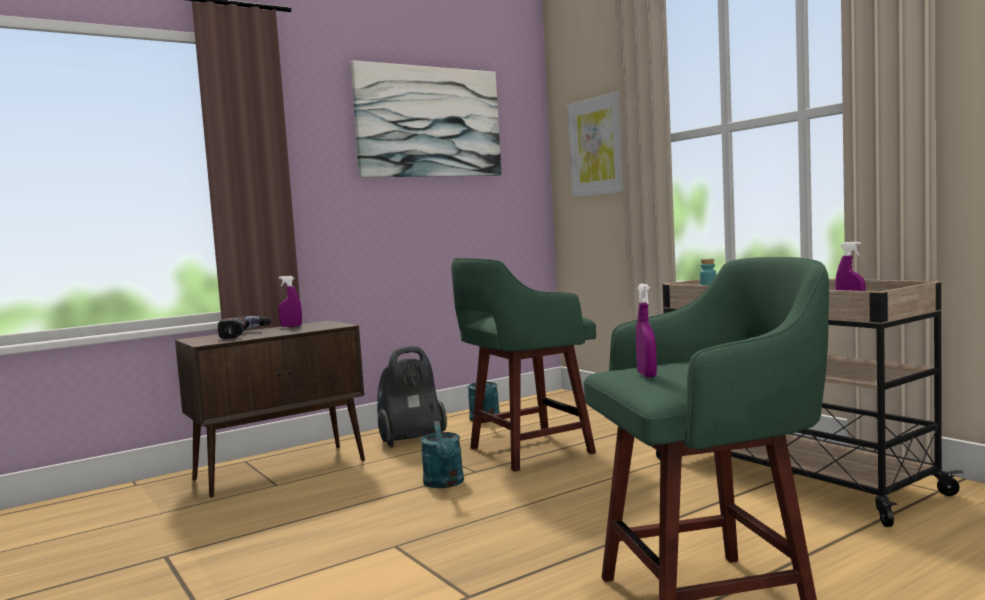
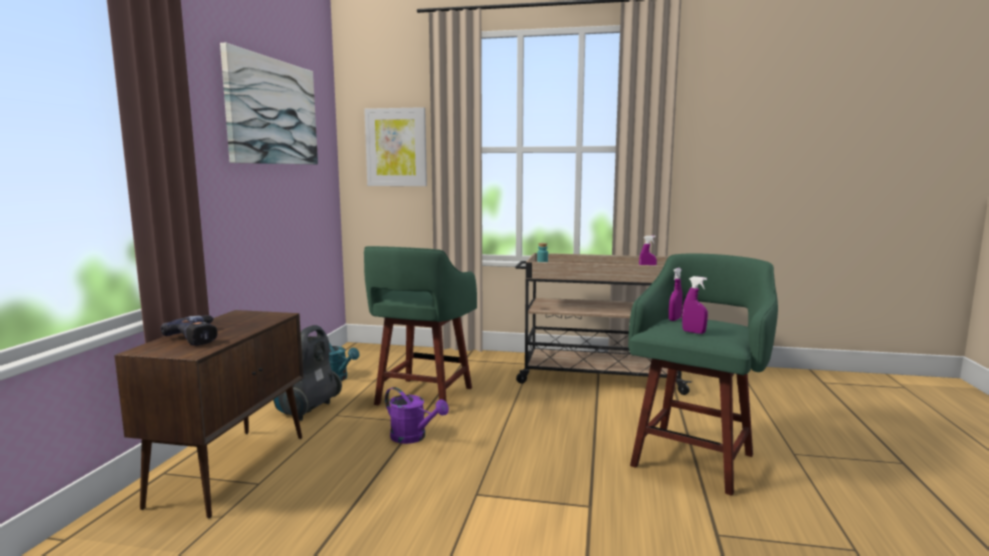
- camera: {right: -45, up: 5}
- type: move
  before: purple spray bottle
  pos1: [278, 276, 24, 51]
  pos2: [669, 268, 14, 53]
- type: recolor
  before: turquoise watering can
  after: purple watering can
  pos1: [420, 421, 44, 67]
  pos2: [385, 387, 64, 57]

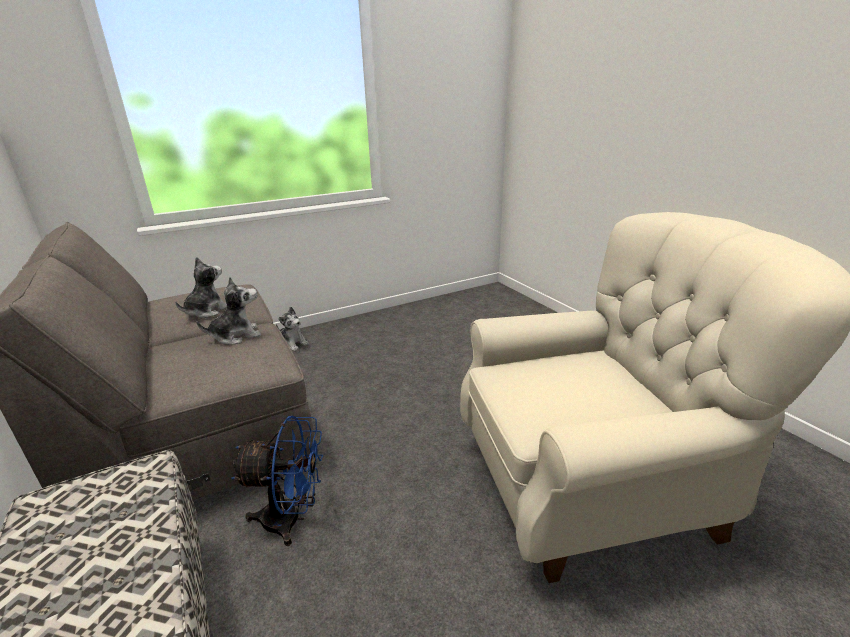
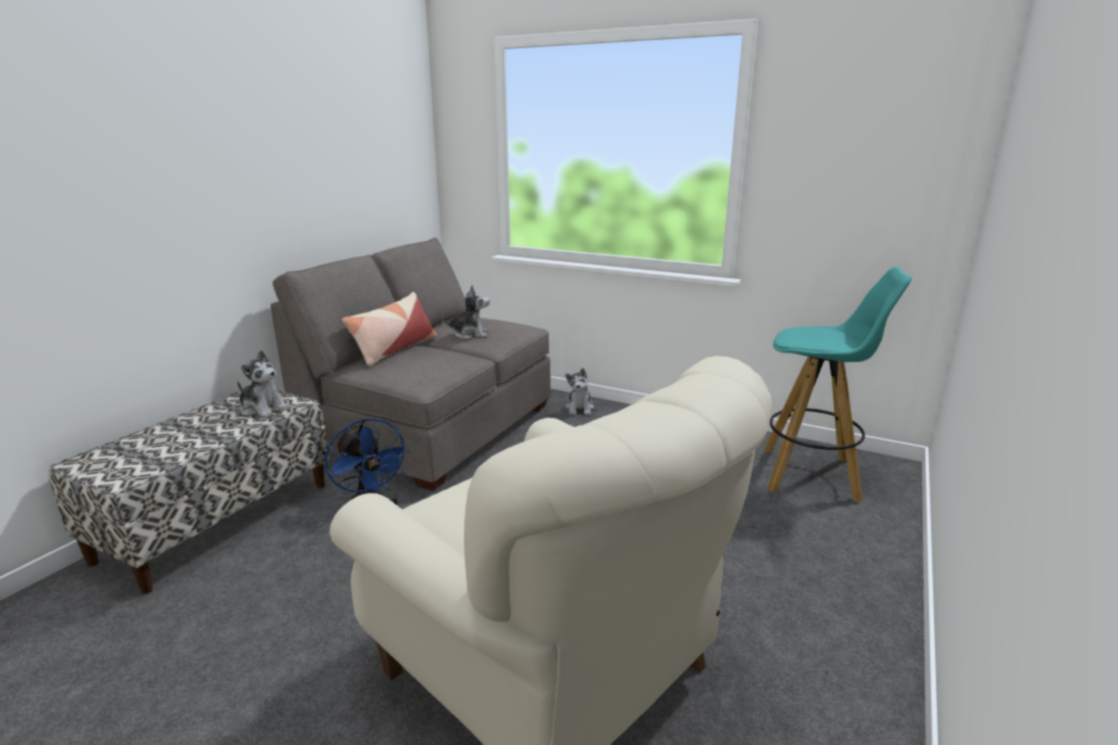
- camera: {right: 55, up: -5}
- type: move
  before: plush toy
  pos1: [197, 277, 64, 68]
  pos2: [237, 350, 52, 68]
- type: insert
  after: pillow
  pos2: [342, 292, 95, 74]
- type: insert
  after: turquoise stool
  pos2: [763, 267, 149, 235]

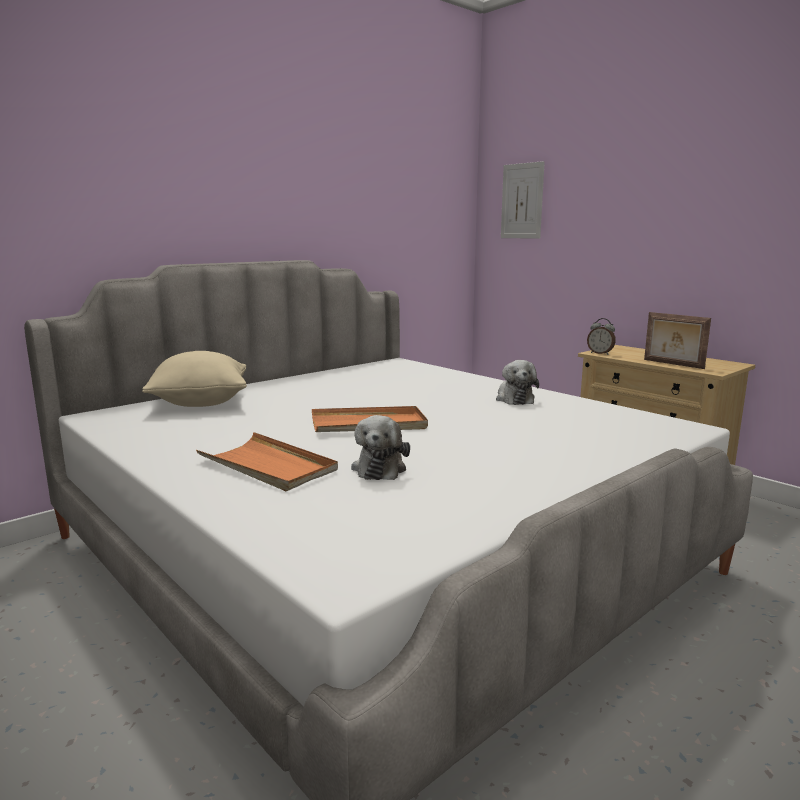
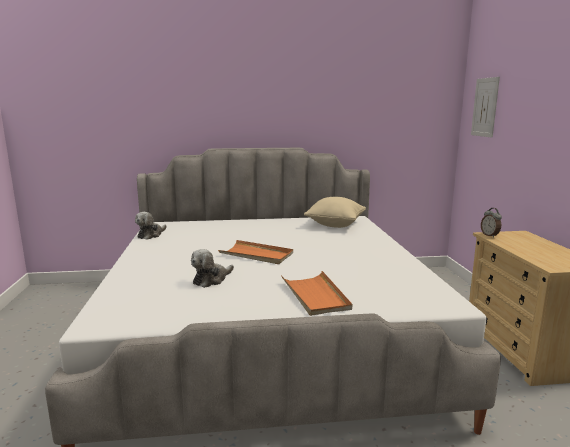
- camera: {right: 35, up: 0}
- type: move
  before: beige pillow
  pos1: [142, 351, 105, 56]
  pos2: [304, 197, 62, 31]
- type: move
  before: orange tray
  pos1: [196, 432, 142, 59]
  pos2: [281, 271, 71, 45]
- type: move
  before: plush toy
  pos1: [496, 360, 43, 45]
  pos2: [135, 212, 32, 28]
- type: delete
  before: picture frame
  pos1: [644, 312, 67, 57]

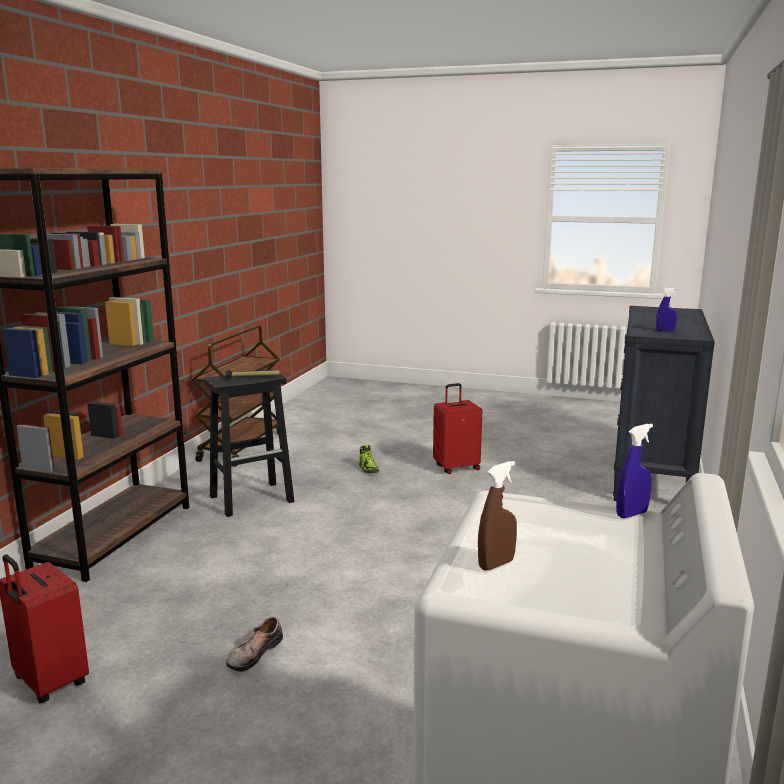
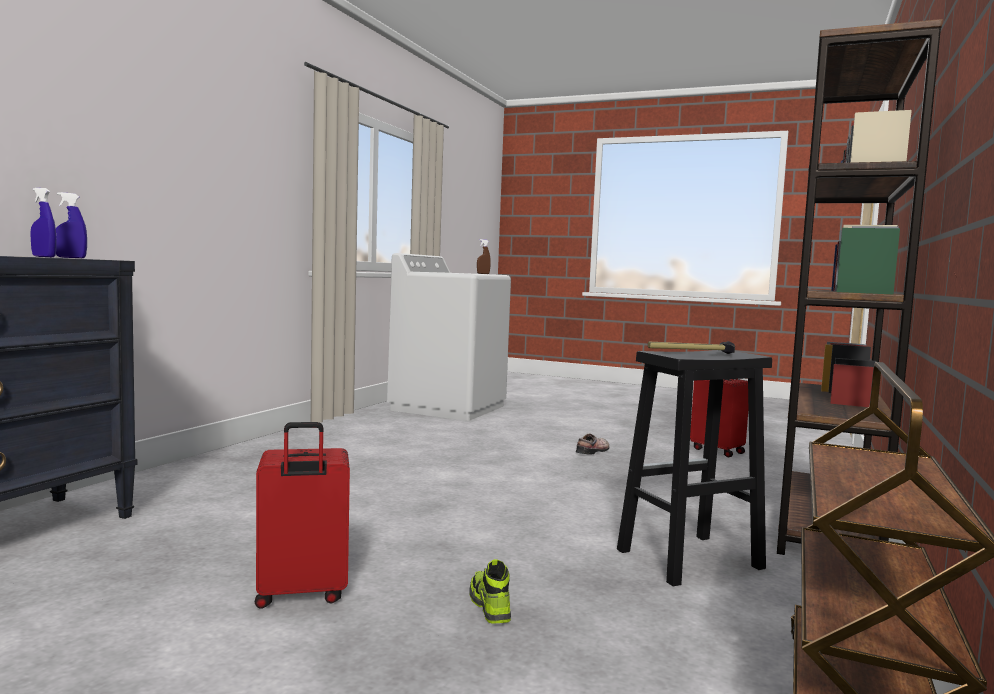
- camera: {right: -175, up: -10}
- type: move
  before: blue spray bottle
  pos1: [616, 424, 37, 94]
  pos2: [56, 192, 31, 66]

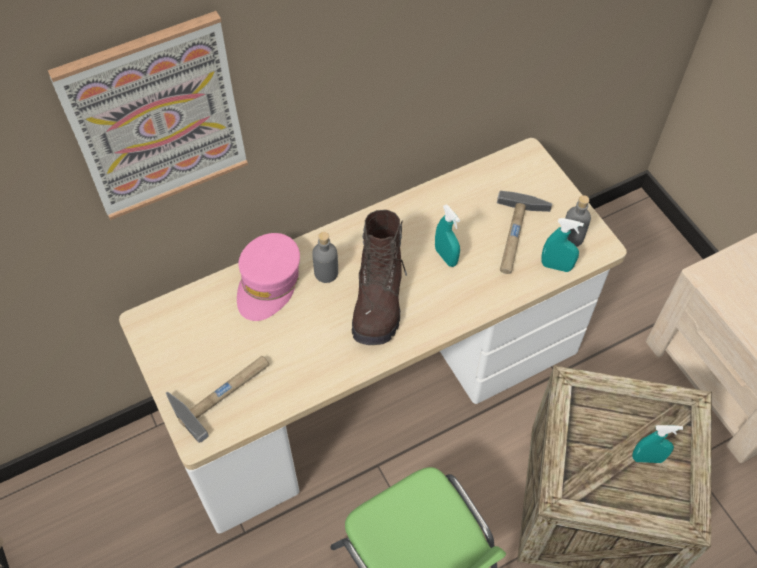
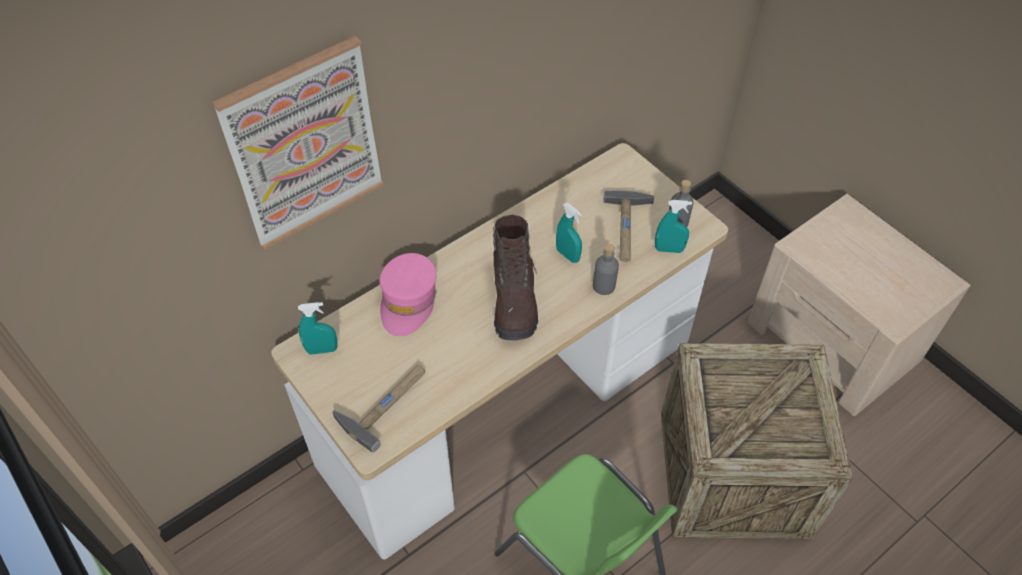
- camera: {right: -10, up: -5}
- type: move
  before: grey bottle
  pos1: [312, 232, 26, 51]
  pos2: [593, 244, 26, 51]
- type: move
  before: turquoise spray bottle
  pos1: [632, 425, 51, 38]
  pos2: [298, 302, 40, 52]

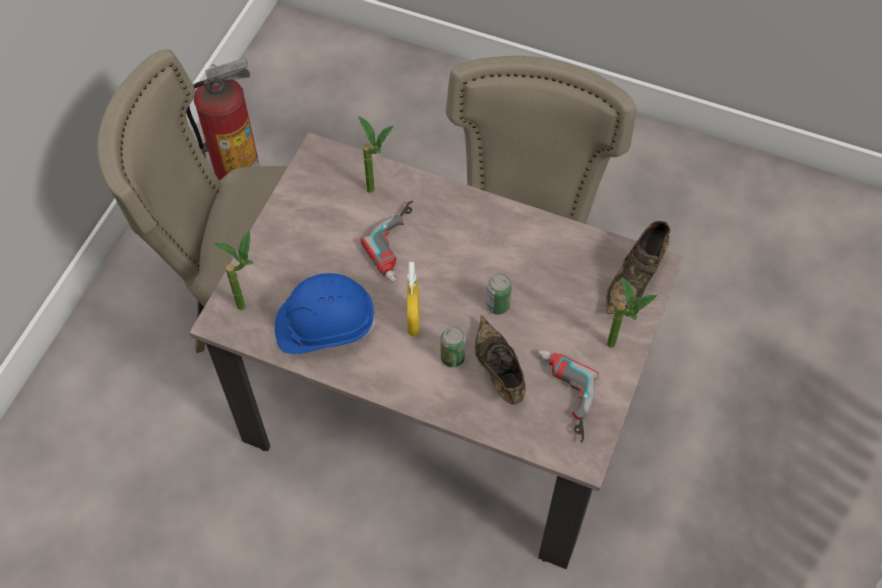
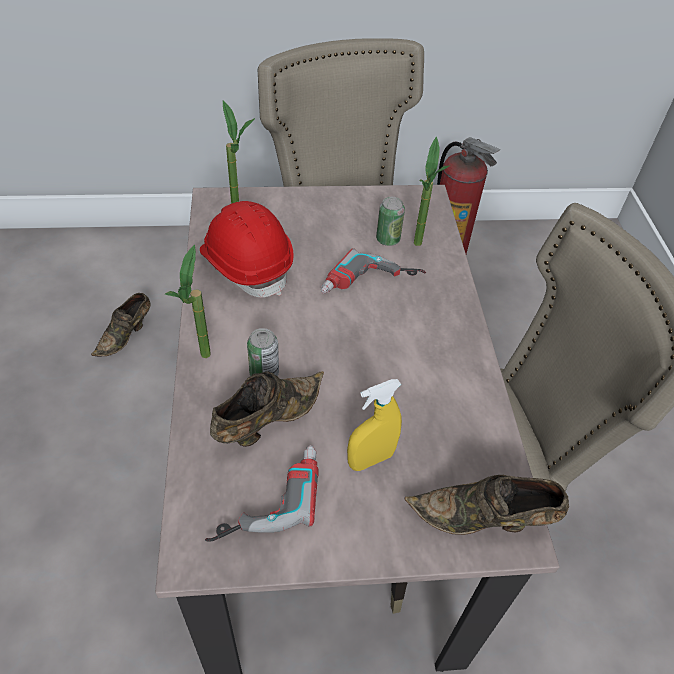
- camera: {right: 60, up: -10}
- type: recolor
  before: blue hard hat
  after: red hard hat
  pos1: [275, 273, 101, 81]
  pos2: [200, 201, 94, 96]
- type: move
  before: yellow spray bottle
  pos1: [407, 262, 12, 74]
  pos2: [347, 379, 55, 92]
- type: move
  before: can
  pos1: [486, 273, 26, 42]
  pos2: [376, 197, 29, 49]
- type: move
  before: potted plant
  pos1: [607, 277, 51, 71]
  pos2: [165, 245, 46, 113]
- type: insert
  after: brown shoe
  pos2: [91, 293, 60, 63]

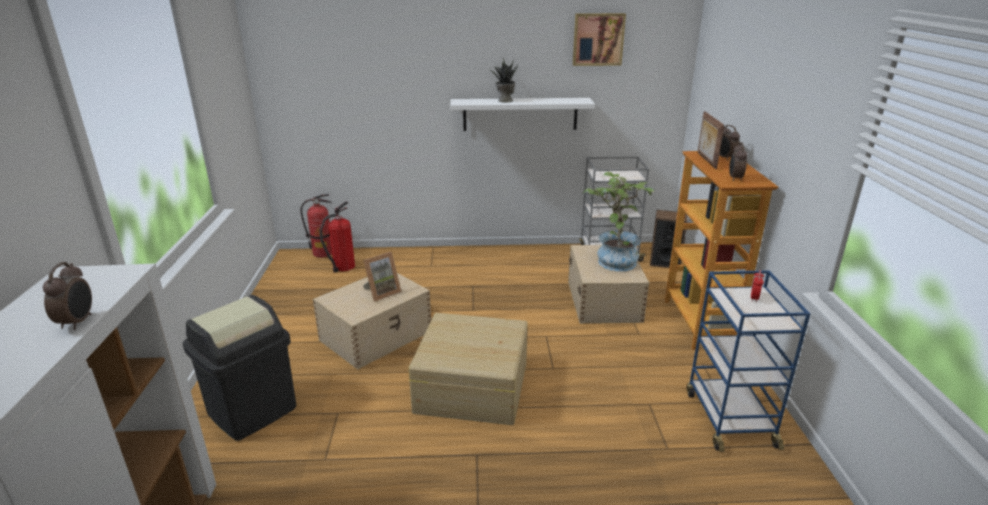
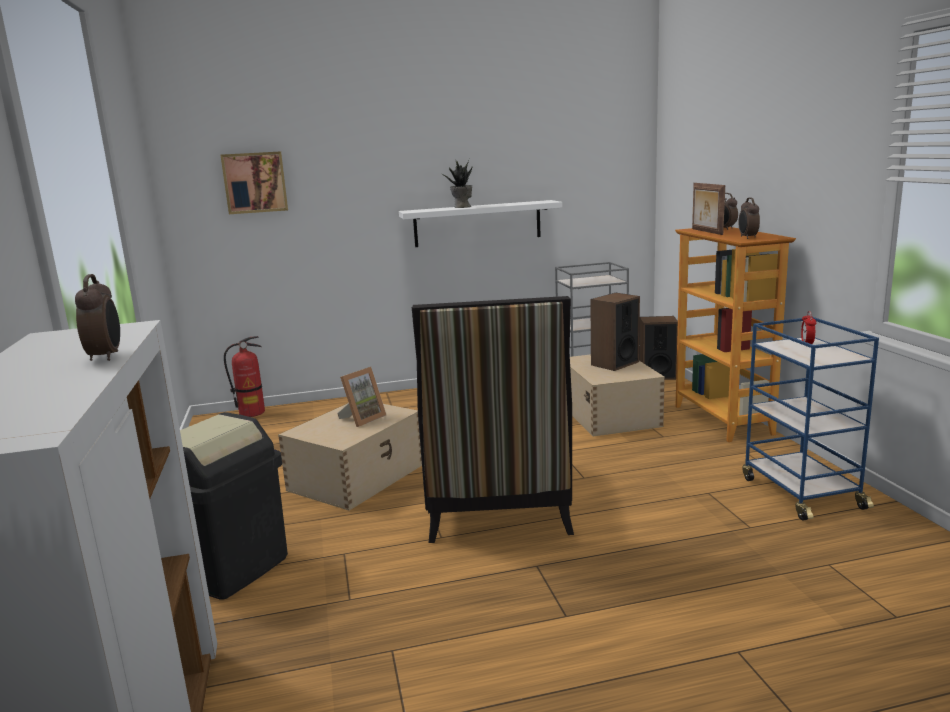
- camera: {right: -10, up: -10}
- type: delete
  before: fire extinguisher
  pos1: [319, 202, 36, 71]
- type: replace
  before: beige storage box
  after: chair
  pos1: [409, 313, 119, 112]
  pos2: [412, 296, 162, 247]
- type: move
  before: picture
  pos1: [573, 13, 53, 53]
  pos2: [221, 151, 67, 63]
- type: replace
  before: potted plant
  after: speaker
  pos1: [583, 172, 71, 99]
  pos2: [590, 293, 50, 78]

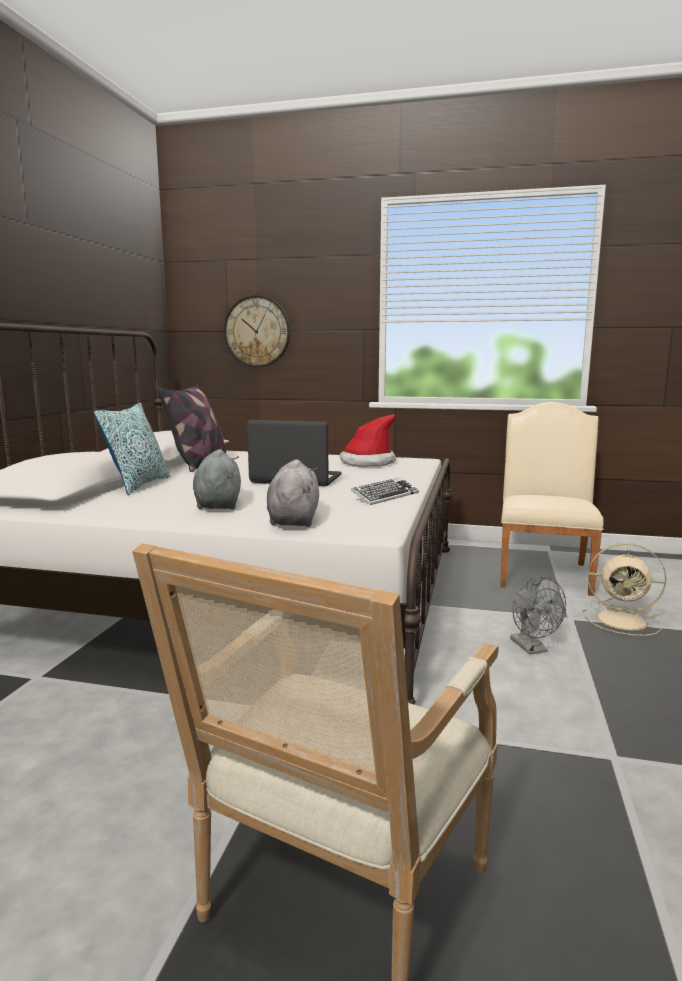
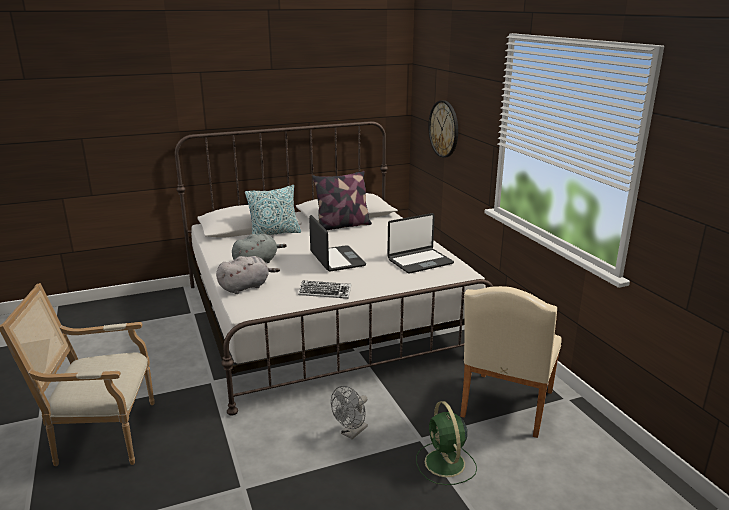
- camera: {right: 55, up: 10}
- type: replace
  before: hat
  after: laptop
  pos1: [339, 414, 57, 53]
  pos2: [387, 213, 67, 60]
- type: rotate
  before: beige chair
  pos1: [500, 402, 104, 194]
  pos2: [460, 286, 102, 152]
  turn: 135
- type: recolor
  before: beige fan
  after: green fan
  pos1: [582, 543, 85, 93]
  pos2: [416, 401, 61, 84]

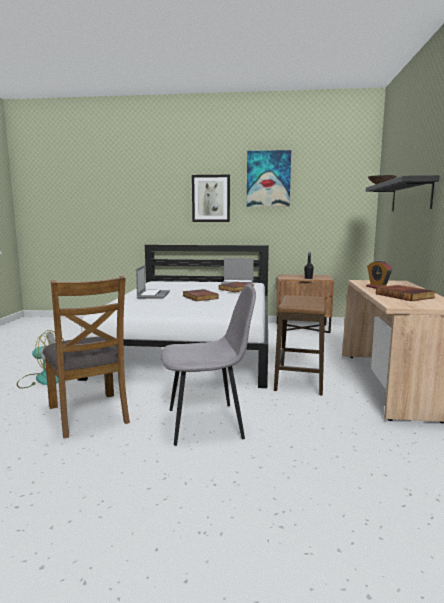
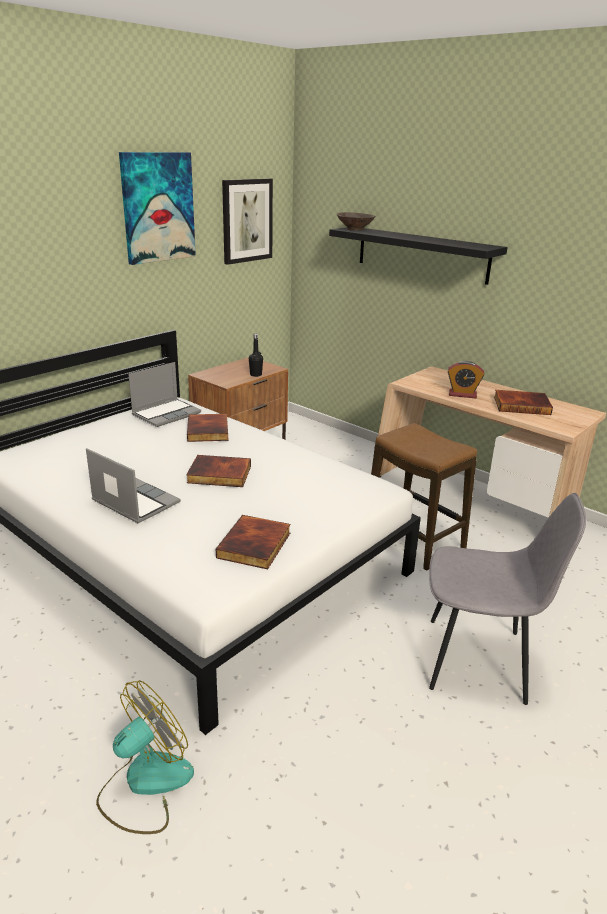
- camera: {right: -55, up: 15}
- type: delete
  before: brown chair
  pos1: [43, 276, 87, 163]
- type: rotate
  before: grey chair
  pos1: [161, 284, 95, 162]
  pos2: [429, 493, 157, 212]
  turn: 75
- type: move
  before: picture
  pos1: [192, 175, 38, 47]
  pos2: [222, 178, 51, 87]
- type: insert
  after: book
  pos2: [216, 515, 74, 54]

